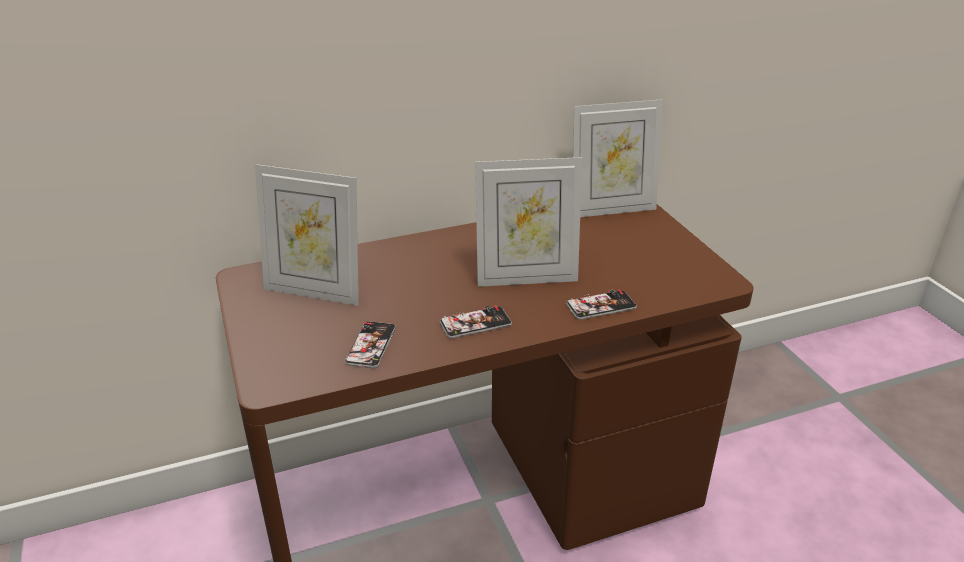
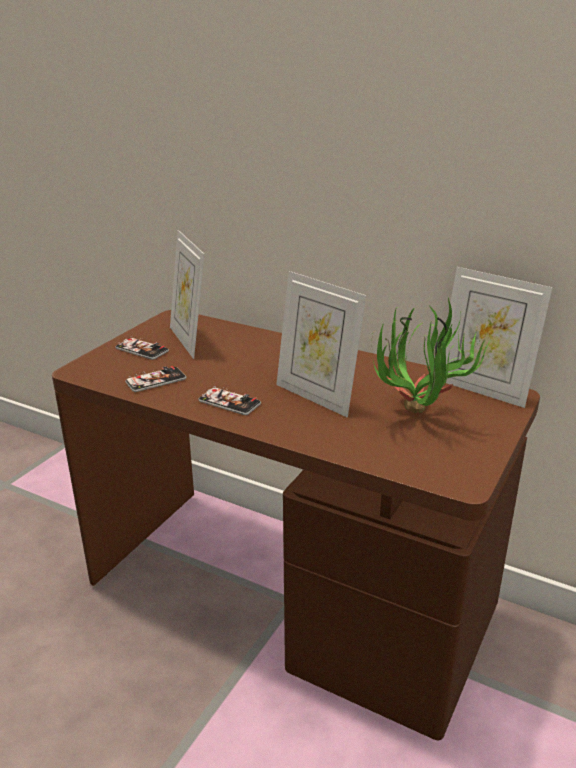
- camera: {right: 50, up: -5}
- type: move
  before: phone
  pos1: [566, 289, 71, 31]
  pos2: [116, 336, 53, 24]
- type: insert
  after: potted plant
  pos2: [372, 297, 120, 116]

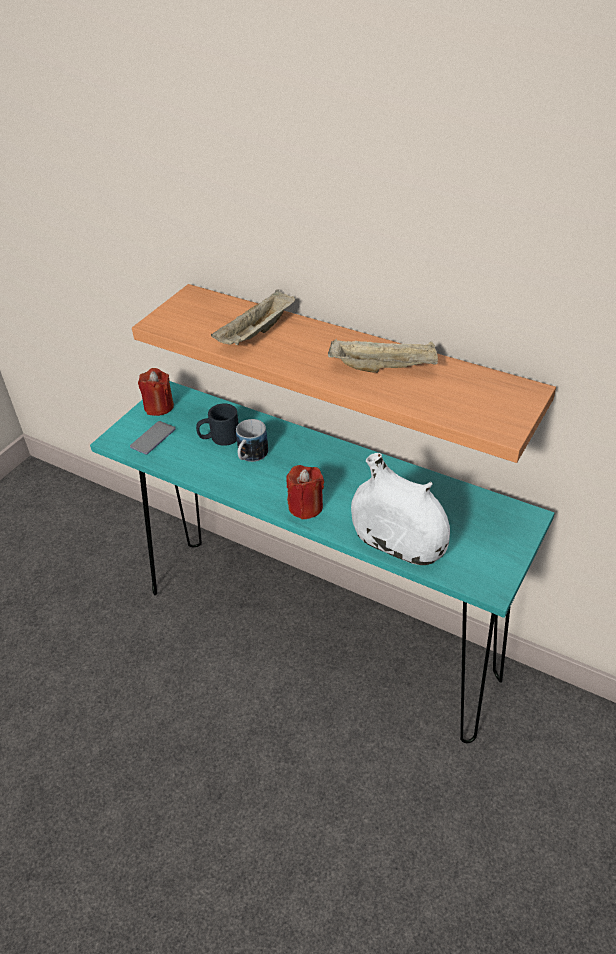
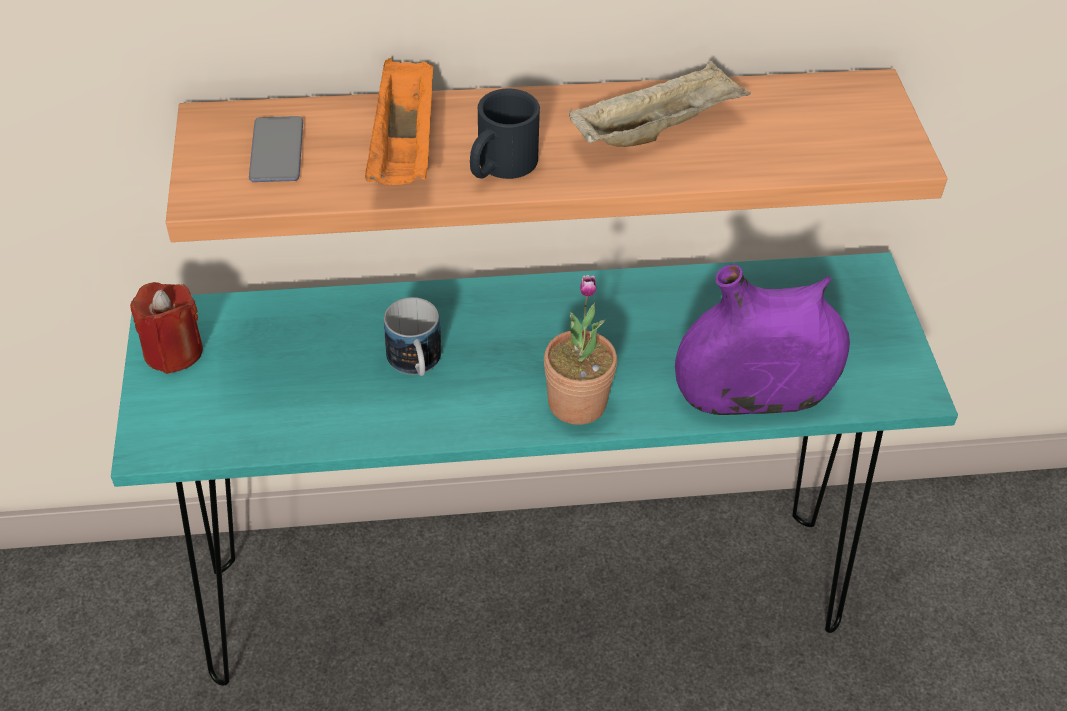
- camera: {right: -40, up: 5}
- type: move
  before: phone
  pos1: [130, 421, 45, 33]
  pos2: [249, 116, 54, 66]
- type: move
  before: black mug
  pos1: [196, 403, 43, 43]
  pos2: [470, 89, 70, 90]
- type: recolor
  before: beige tray
  after: orange tray
  pos1: [211, 289, 84, 56]
  pos2: [365, 58, 69, 127]
- type: replace
  before: red candle
  after: potted plant
  pos1: [286, 465, 38, 55]
  pos2: [544, 275, 73, 150]
- type: recolor
  before: white vase
  after: purple vase
  pos1: [351, 453, 99, 112]
  pos2: [675, 265, 175, 150]

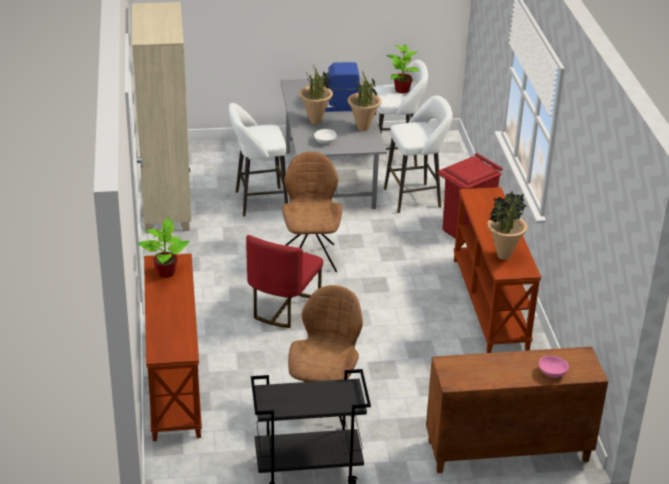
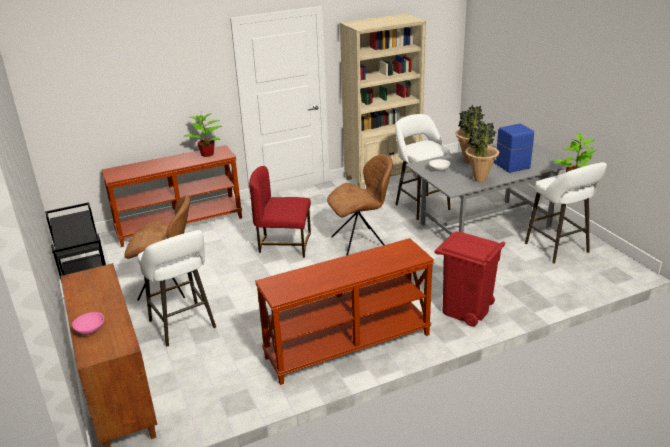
- camera: {right: 75, up: -5}
- type: move
  before: white stool
  pos1: [384, 95, 69, 118]
  pos2: [138, 230, 78, 116]
- type: delete
  before: potted plant
  pos1: [488, 191, 40, 69]

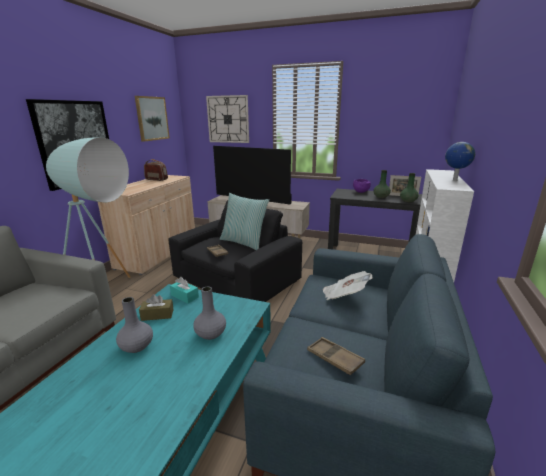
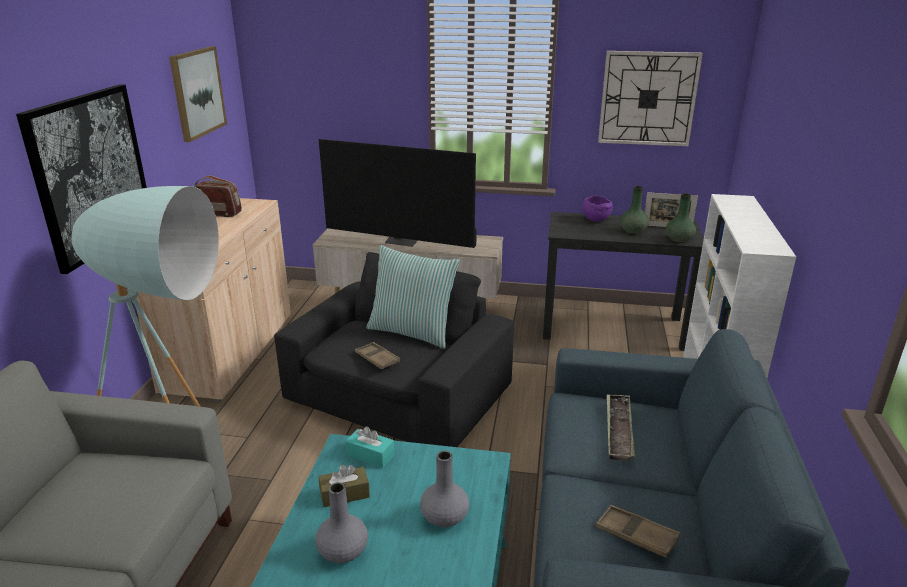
- camera: {right: -10, up: 5}
- type: move
  before: wall clock
  pos1: [206, 95, 43, 48]
  pos2: [598, 51, 105, 95]
- type: replace
  before: newspaper
  after: tray
  pos1: [323, 271, 50, 29]
  pos2: [607, 395, 28, 66]
- type: delete
  before: globe
  pos1: [445, 142, 30, 39]

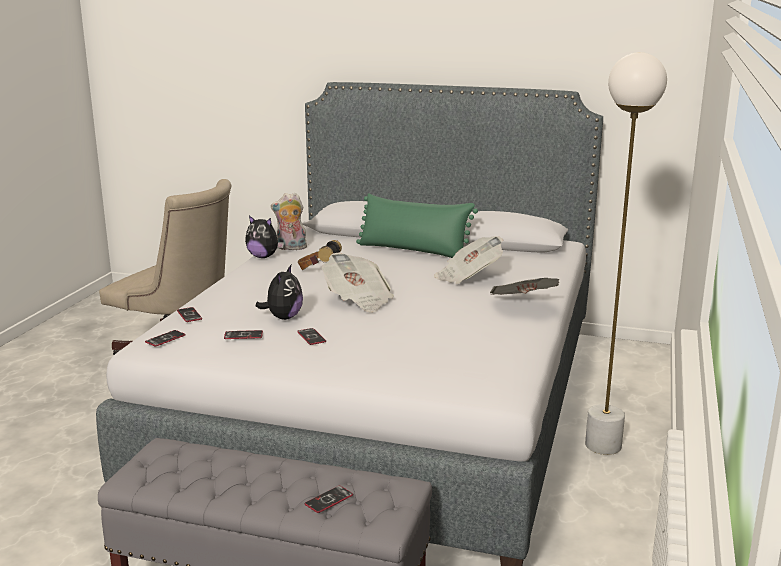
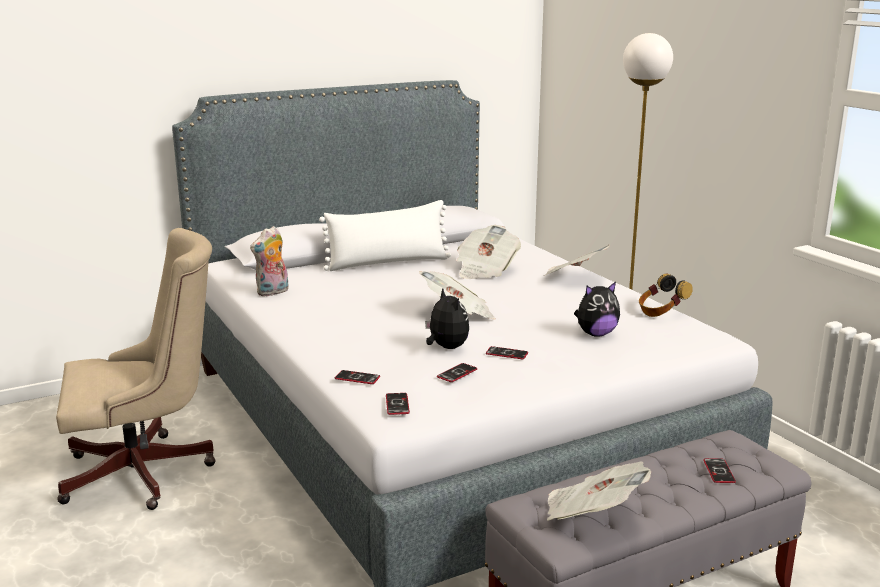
- camera: {right: -45, up: 0}
- type: move
  before: plush toy
  pos1: [245, 215, 39, 43]
  pos2: [574, 282, 46, 55]
- type: move
  before: headphones
  pos1: [298, 240, 44, 30]
  pos2: [639, 274, 54, 43]
- type: recolor
  before: green pillow
  after: white pillow
  pos1: [356, 193, 122, 65]
  pos2: [319, 200, 132, 71]
- type: insert
  after: newspaper
  pos2: [547, 462, 104, 59]

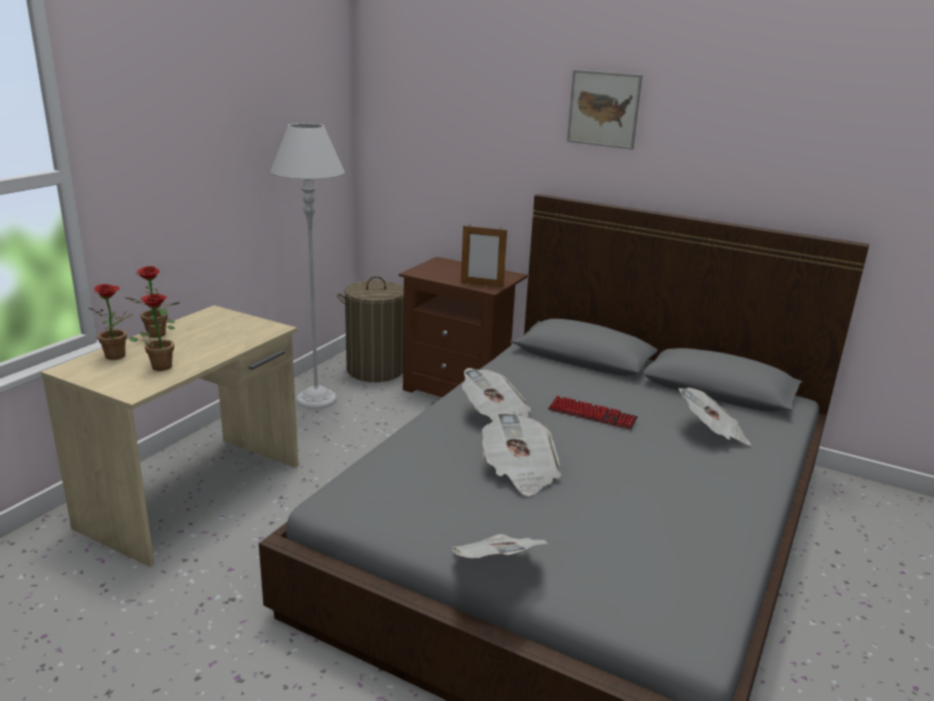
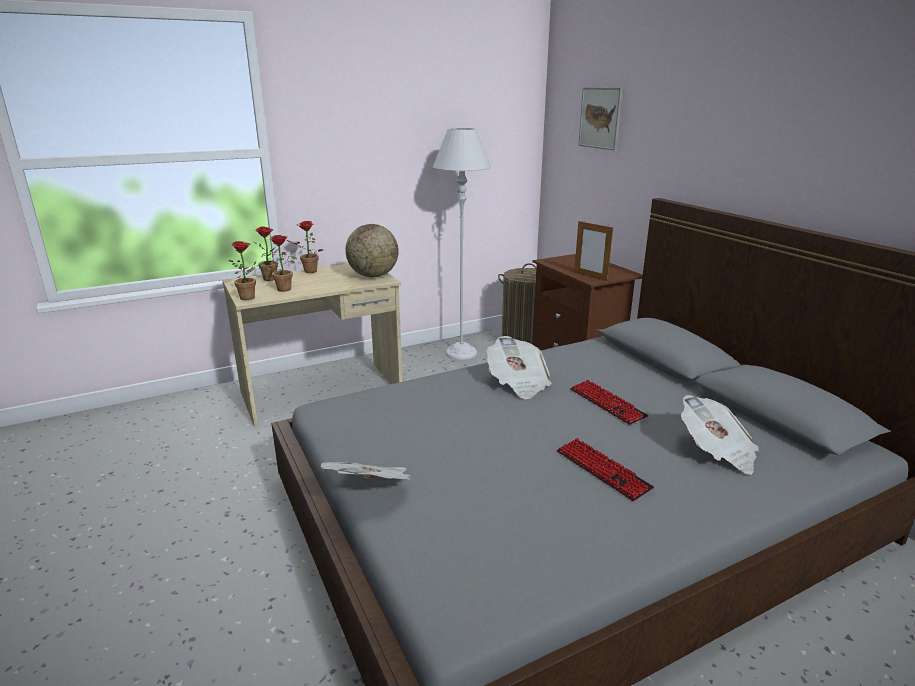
- camera: {right: 35, up: 0}
- type: delete
  before: newspaper
  pos1: [482, 411, 79, 85]
- type: move
  before: picture
  pos1: [567, 70, 76, 80]
  pos2: [578, 87, 45, 64]
- type: insert
  after: potted plant
  pos2: [229, 241, 35, 59]
- type: insert
  after: globe
  pos2: [345, 224, 54, 53]
- type: insert
  after: keyboard
  pos2: [557, 438, 97, 63]

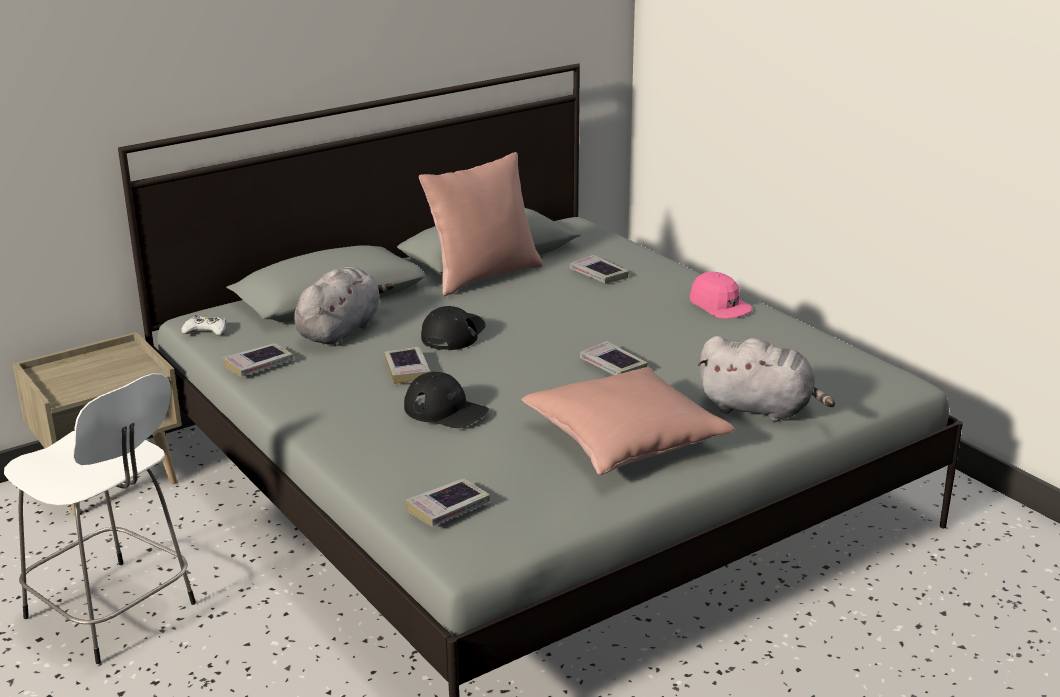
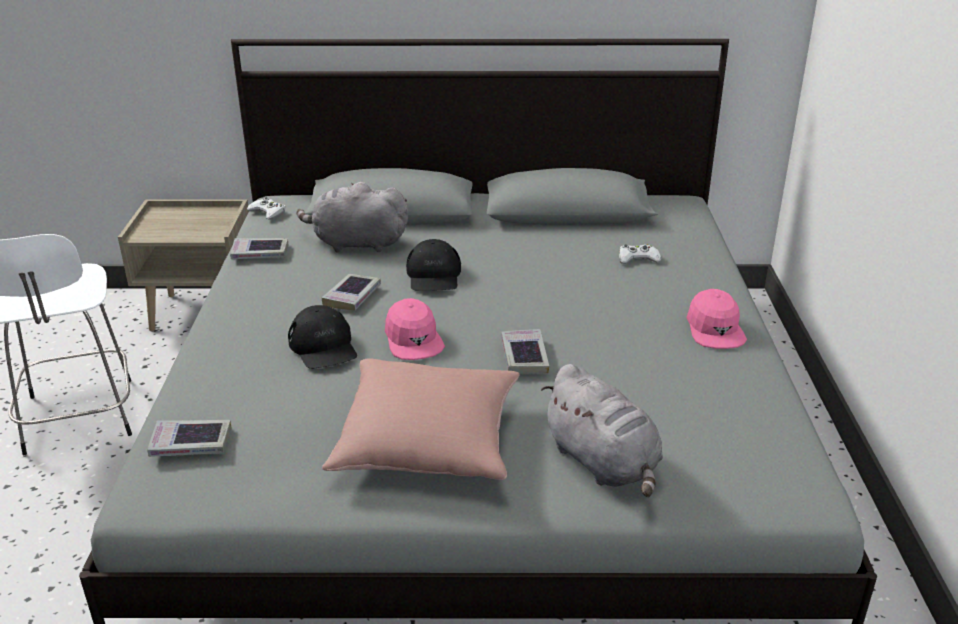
- camera: {right: 35, up: 5}
- type: rotate
  before: grey plush toy
  pos1: [294, 267, 100, 79]
  pos2: [297, 182, 111, 71]
  turn: -150
- type: delete
  before: pink pillow
  pos1: [419, 152, 124, 144]
- type: rotate
  before: black cap
  pos1: [421, 306, 65, 44]
  pos2: [406, 239, 55, 52]
  turn: 120
- type: replace
  before: book
  after: white game controller
  pos1: [570, 255, 59, 28]
  pos2: [619, 244, 42, 20]
- type: insert
  after: pink cap
  pos2: [385, 298, 60, 62]

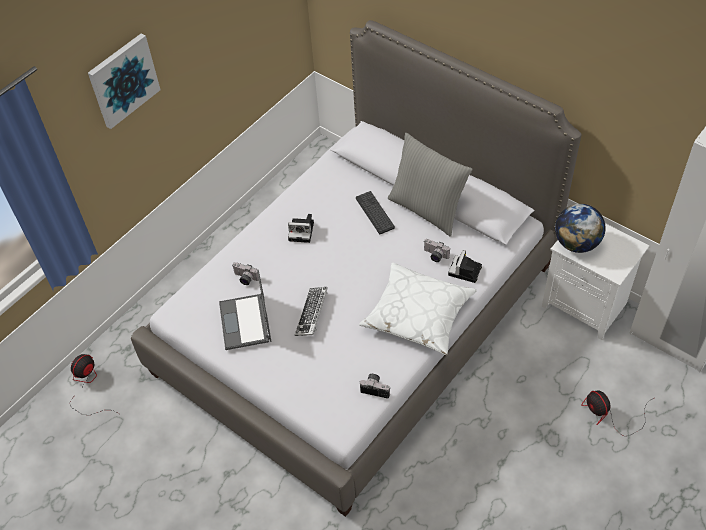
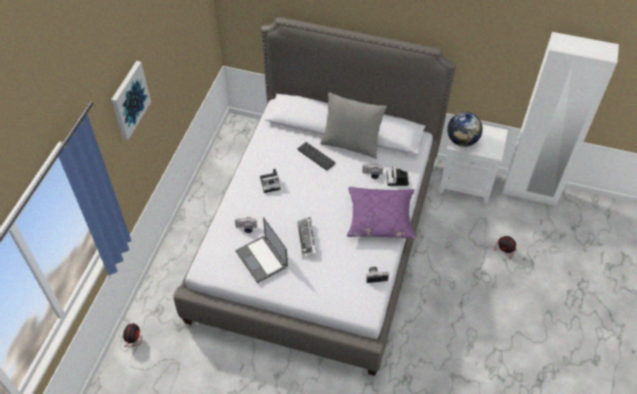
- camera: {right: -25, up: 0}
- type: recolor
  before: white pillow
  after: purple pillow
  pos1: [359, 263, 118, 92]
  pos2: [347, 187, 69, 52]

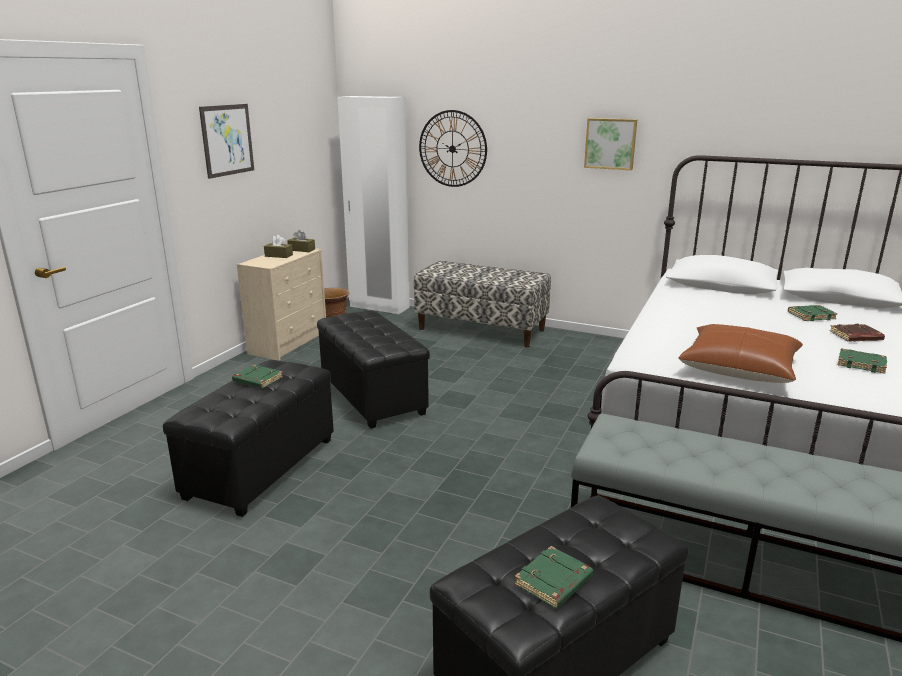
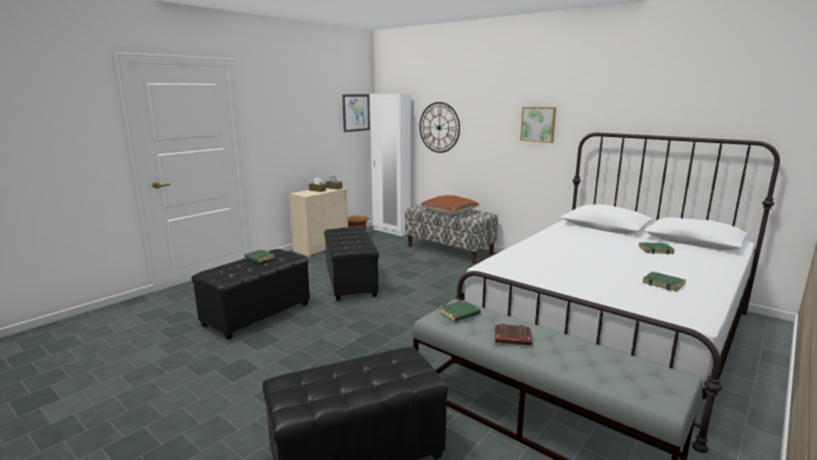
- camera: {right: 15, up: -5}
- type: move
  before: picture
  pos1: [199, 104, 55, 75]
  pos2: [342, 94, 28, 38]
- type: move
  before: green book
  pos1: [514, 546, 79, 63]
  pos2: [439, 300, 42, 22]
- type: move
  before: brown pillow
  pos1: [678, 324, 125, 59]
  pos2: [420, 195, 59, 20]
- type: move
  before: brown book
  pos1: [830, 324, 55, 17]
  pos2: [495, 324, 37, 22]

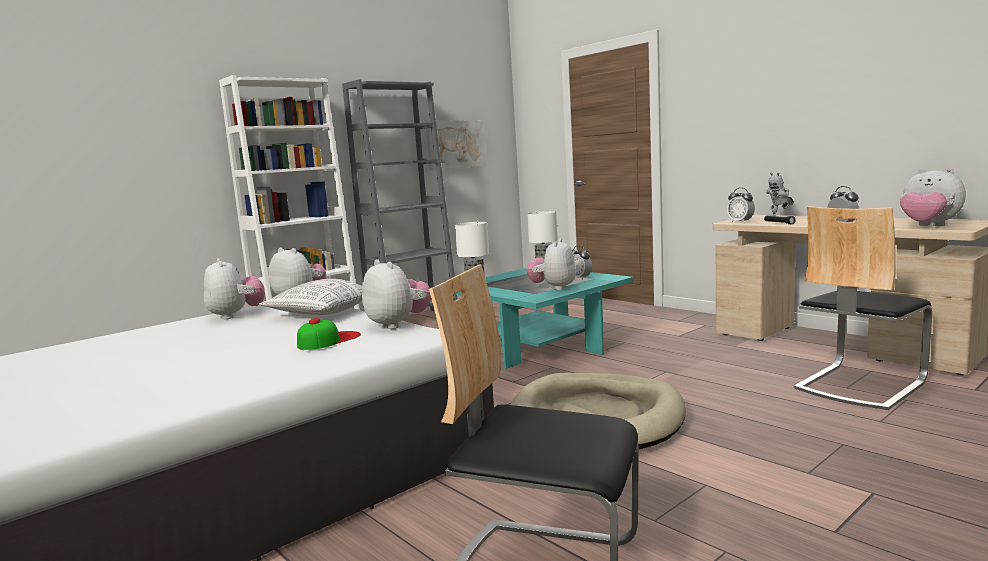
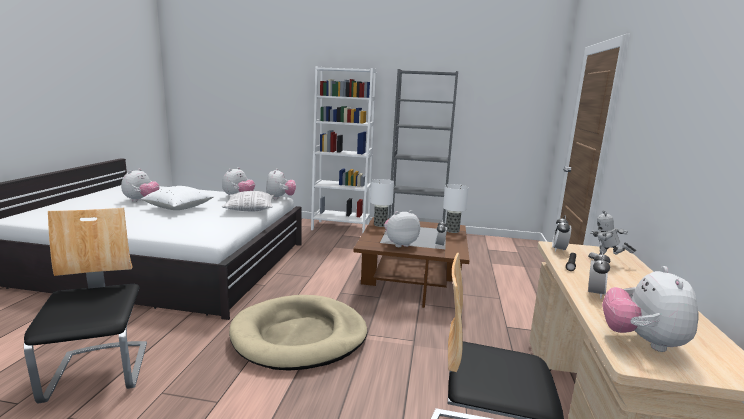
- camera: {right: 50, up: 5}
- type: delete
  before: cap
  pos1: [297, 318, 64, 32]
- type: move
  before: plush toy
  pos1: [362, 259, 69, 70]
  pos2: [121, 168, 39, 34]
- type: delete
  before: picture
  pos1: [426, 120, 60, 50]
- type: recolor
  before: turquoise coffee table
  after: brown coffee table
  pos1: [454, 268, 180, 101]
  pos2: [353, 217, 117, 91]
- type: insert
  after: white pillow
  pos2: [141, 186, 73, 24]

